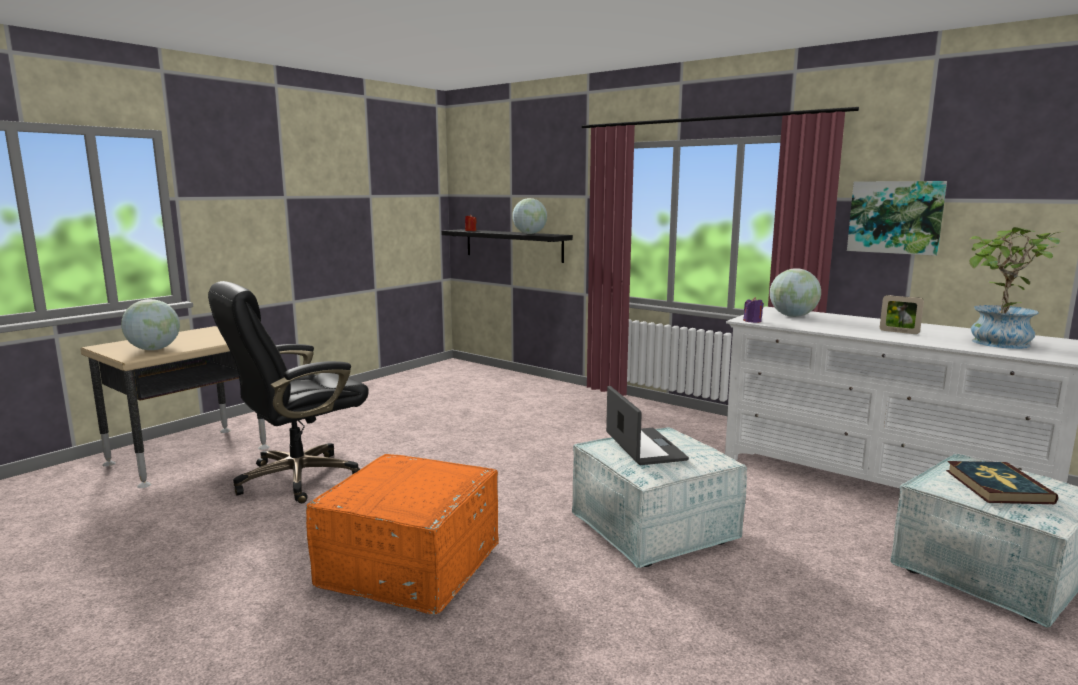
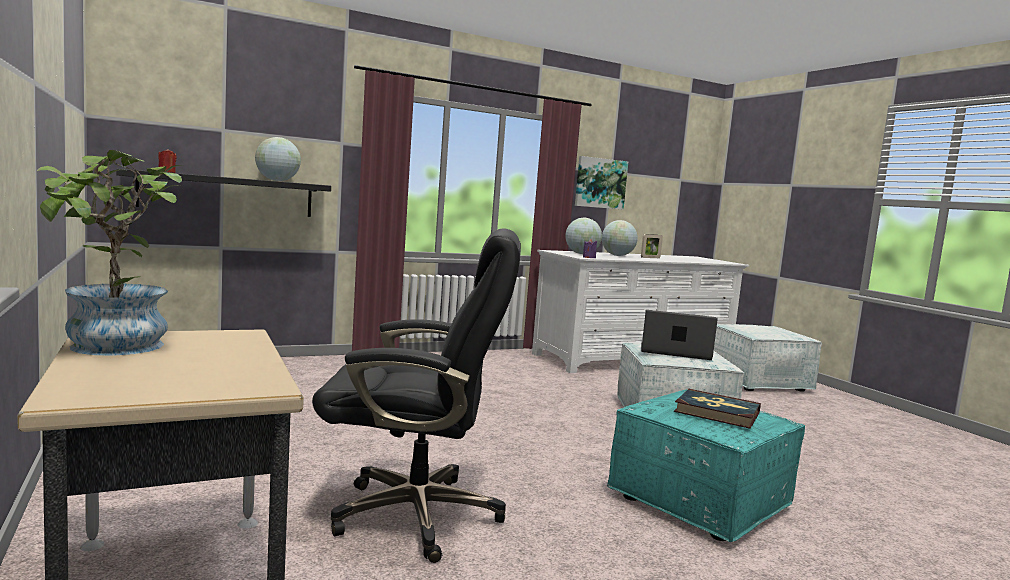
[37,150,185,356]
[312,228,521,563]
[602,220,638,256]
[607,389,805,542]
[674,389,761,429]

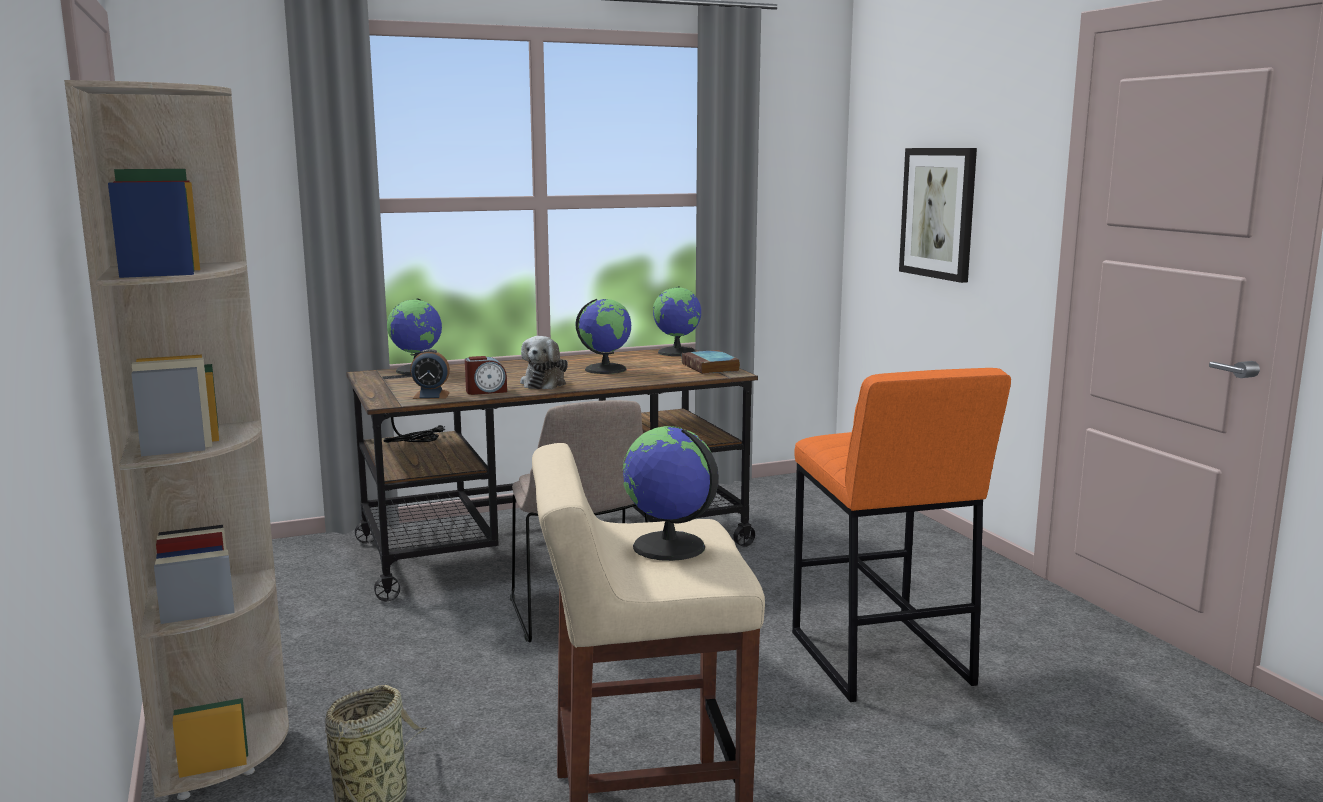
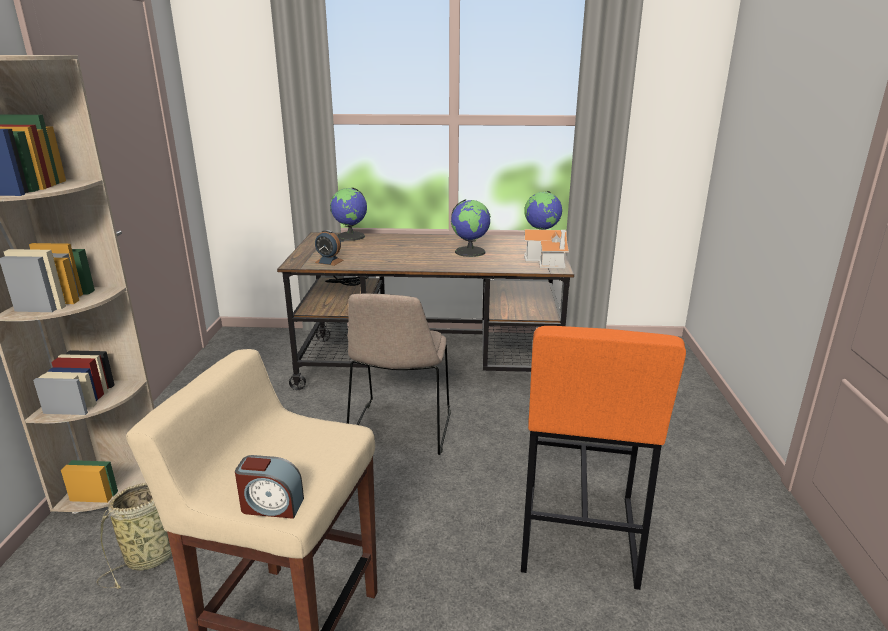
[899,148,977,283] (first image)
[520,336,568,390] (first image)
[524,229,569,268]
[235,455,304,519]
[622,426,719,561] (first image)

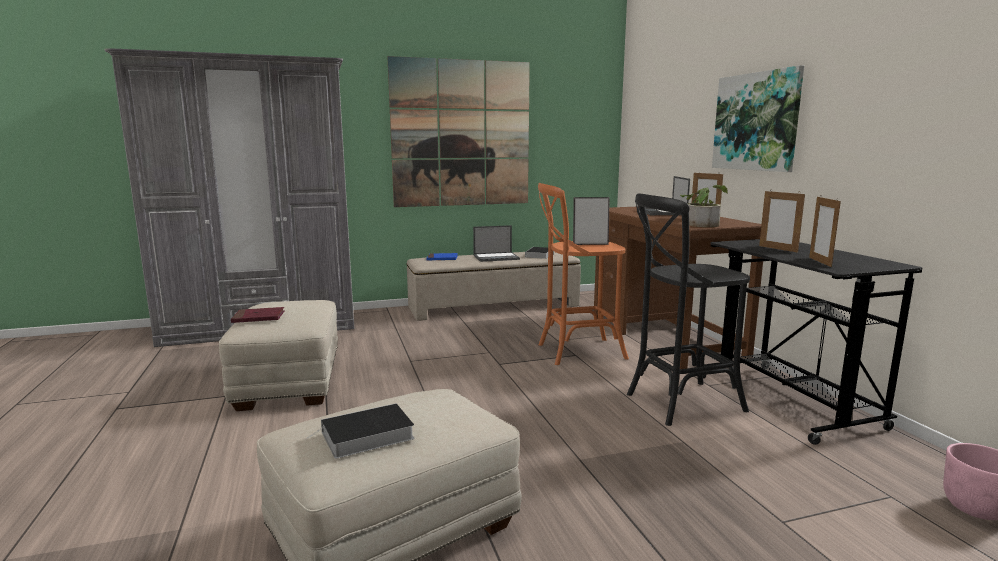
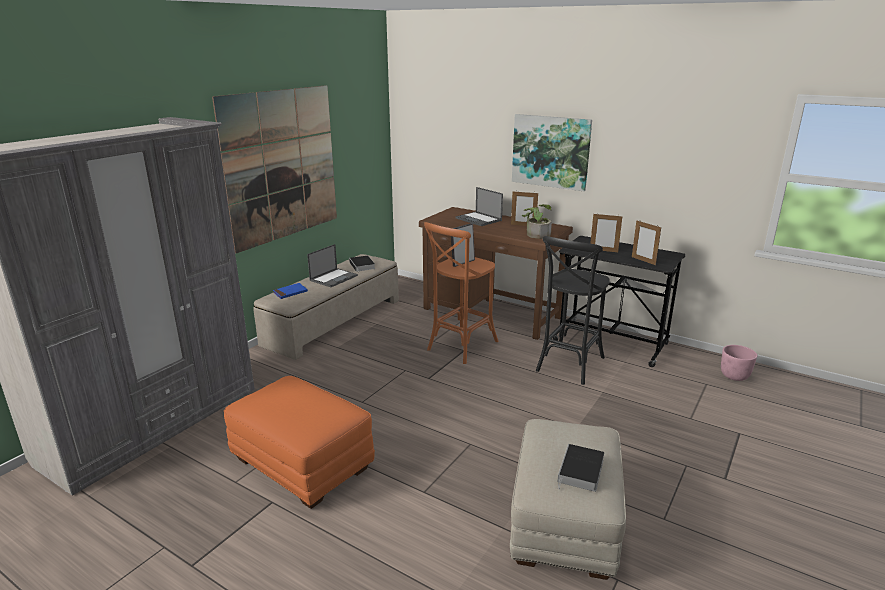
[224,376,375,509]
[231,307,285,323] (first image)

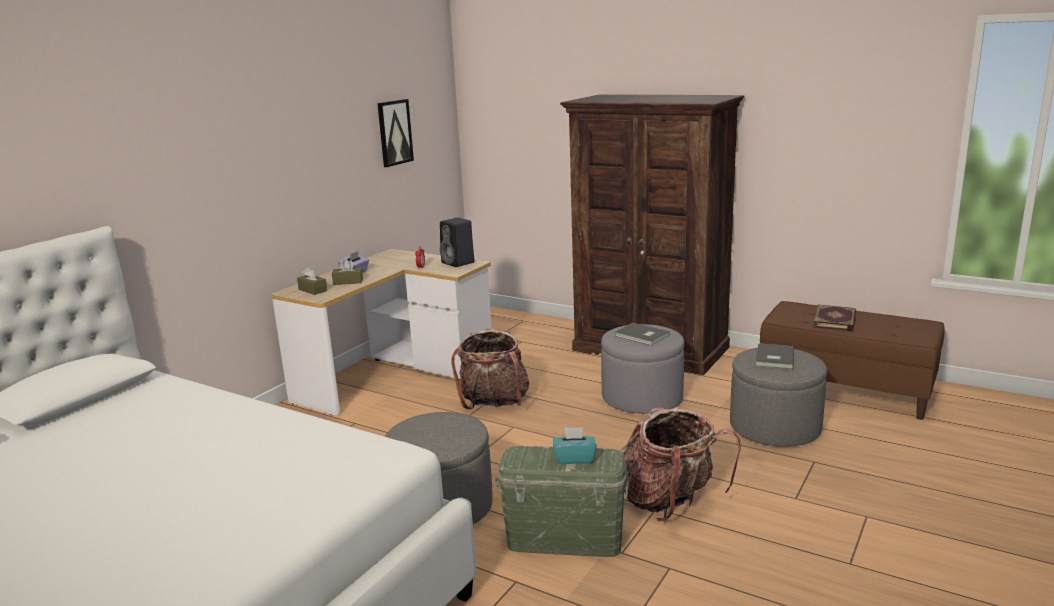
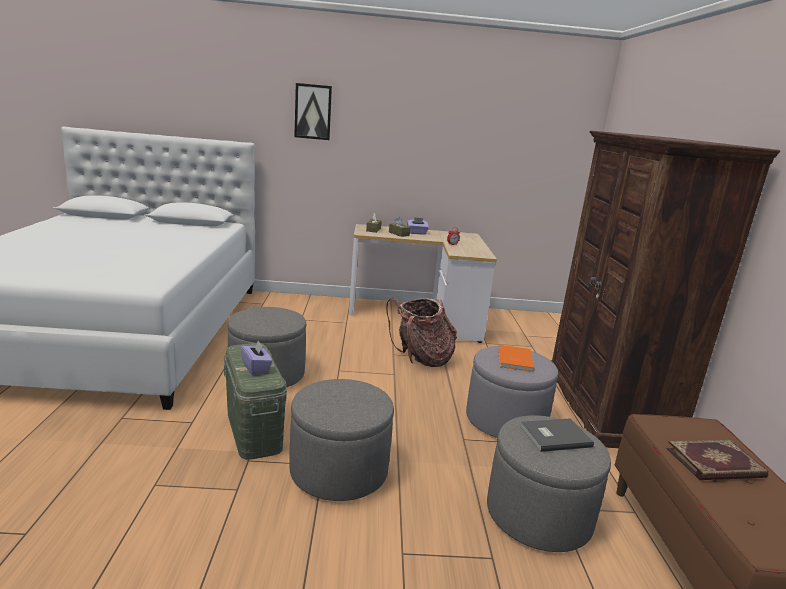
[294,83,332,140]
[440,218,475,267] (first image)
[498,345,535,372]
[290,379,394,501]
[240,341,273,375]

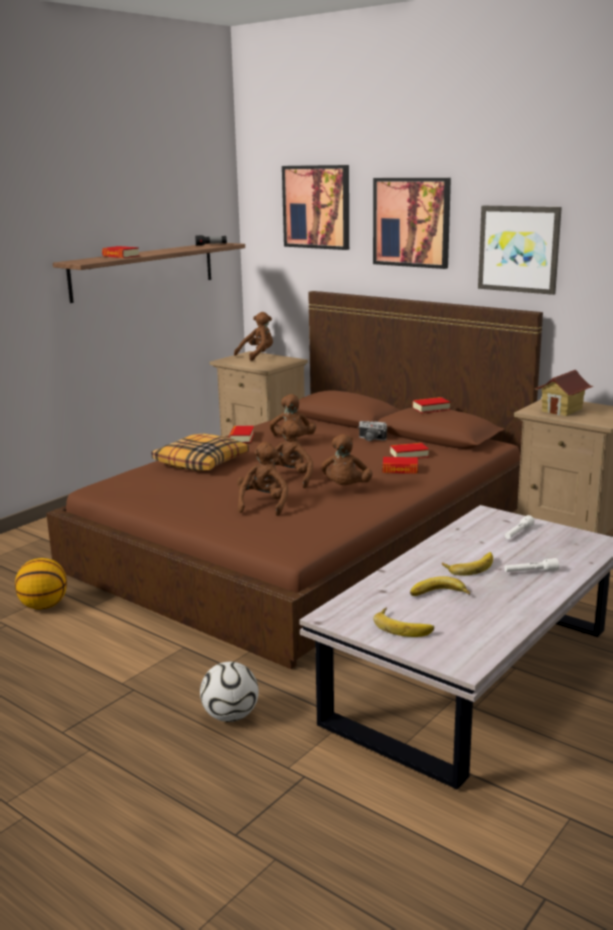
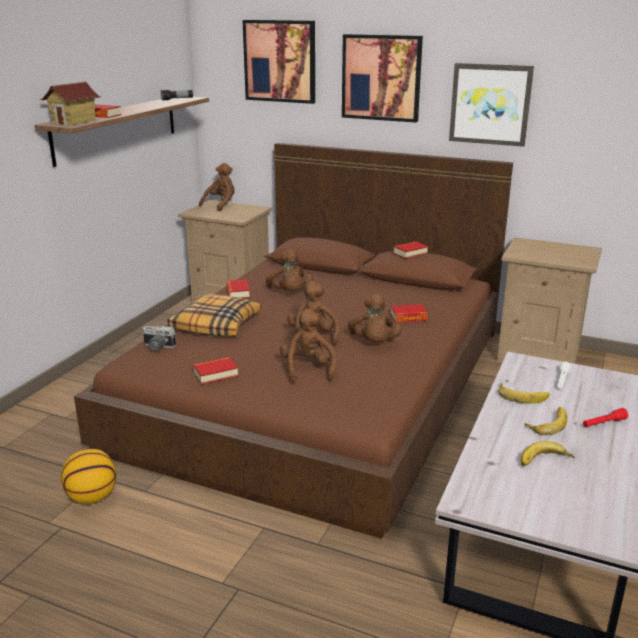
[40,82,102,125]
[142,326,176,351]
[193,357,238,385]
[583,408,628,427]
[498,383,550,403]
[200,661,259,722] (first image)

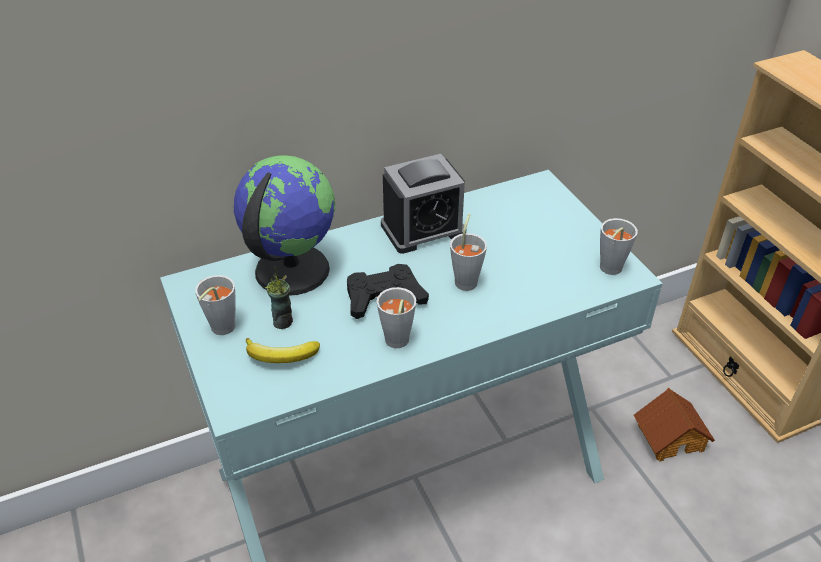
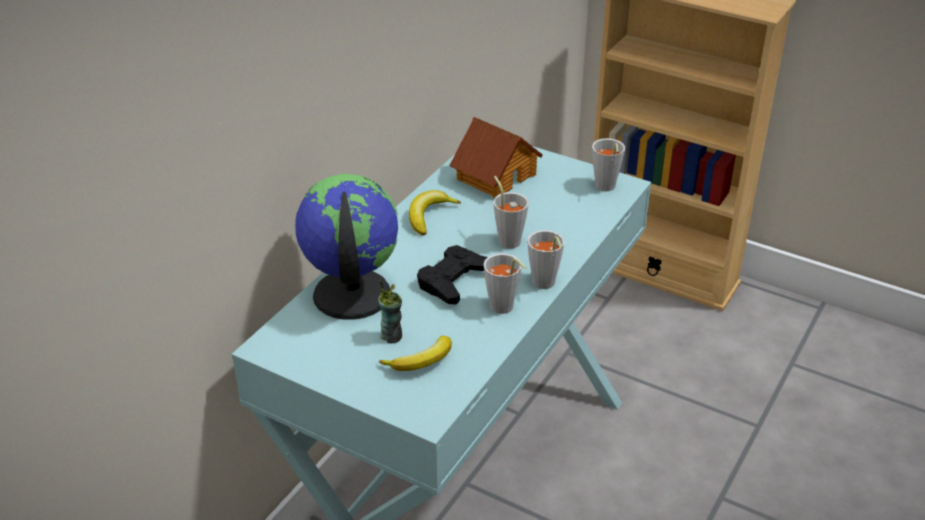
[409,190,461,235]
[527,230,565,289]
[449,117,543,198]

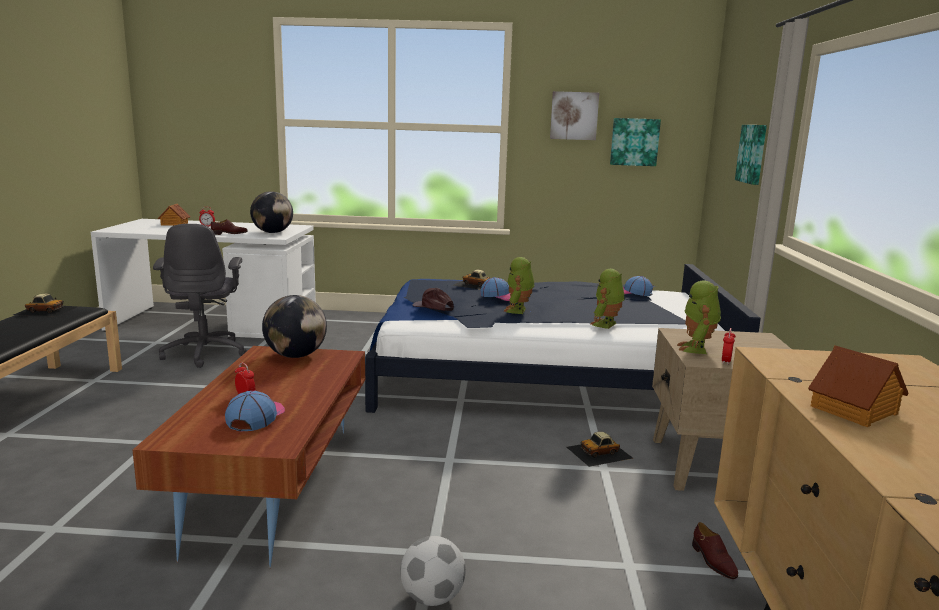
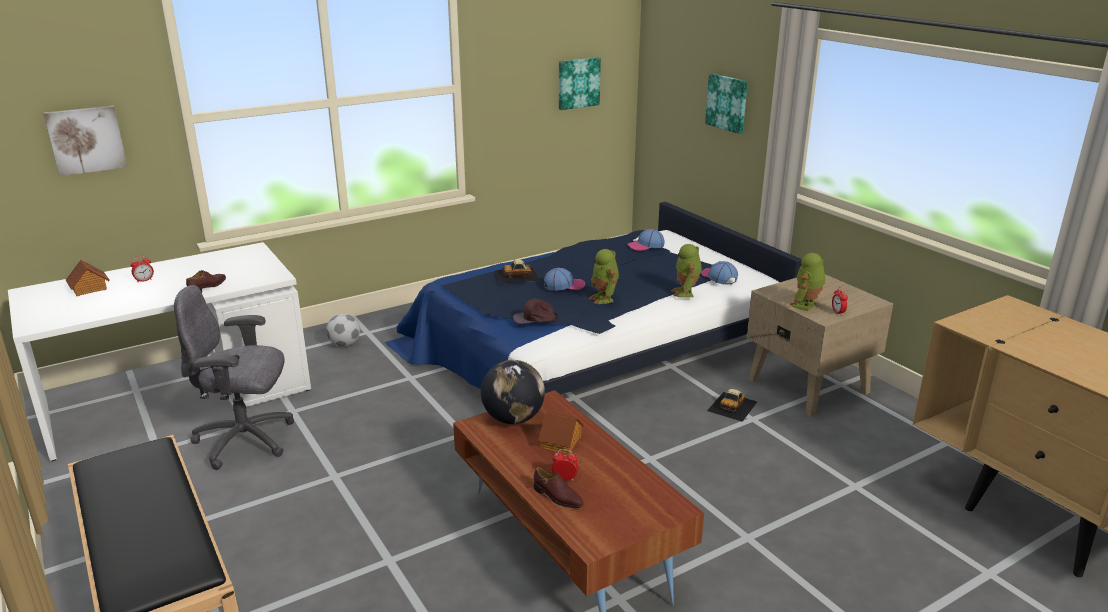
[43,106,127,176]
[250,191,293,233] (first image)
[174,285,294,470]
[790,253,825,311]
[13,294,77,317] (first image)
[538,411,584,455]
[701,261,738,285]
[534,467,584,508]
[326,314,360,347]

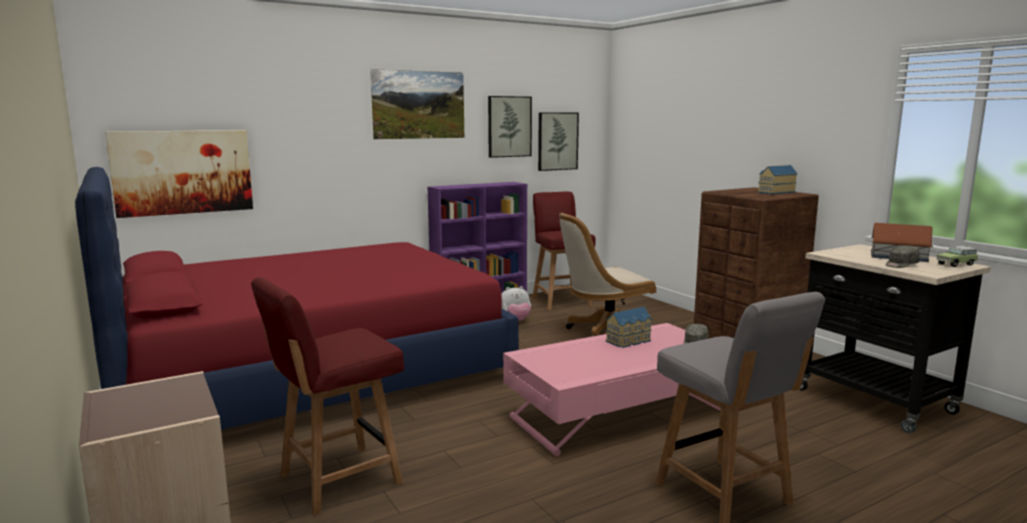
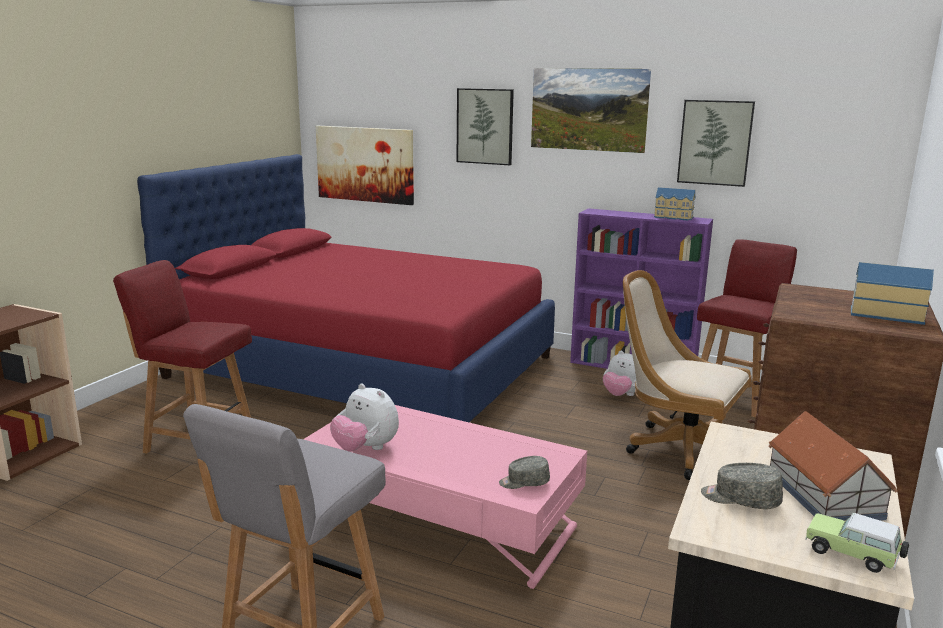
[456,88,514,165]
[654,187,695,221]
[330,384,399,452]

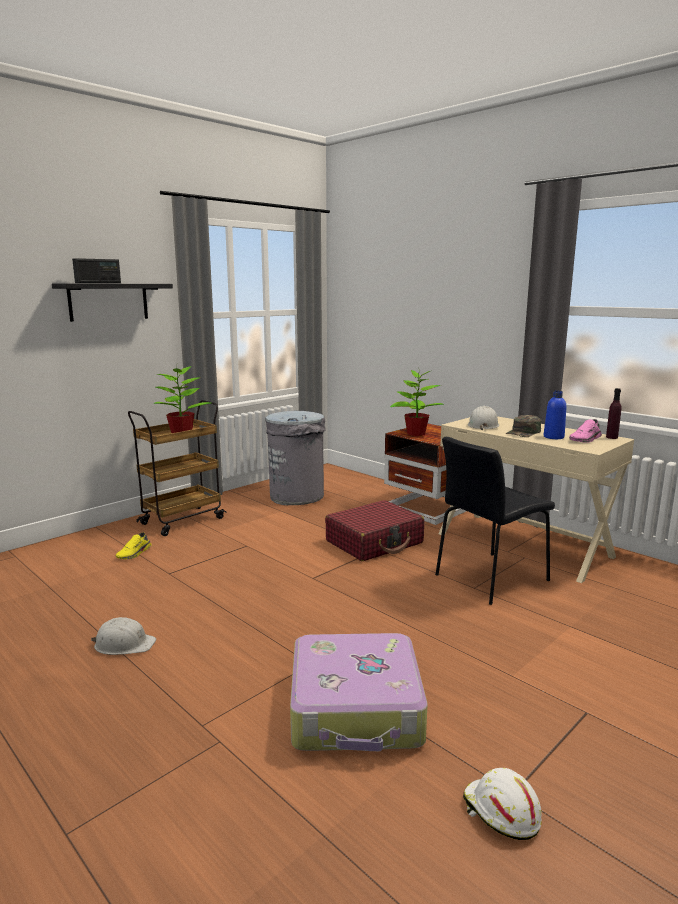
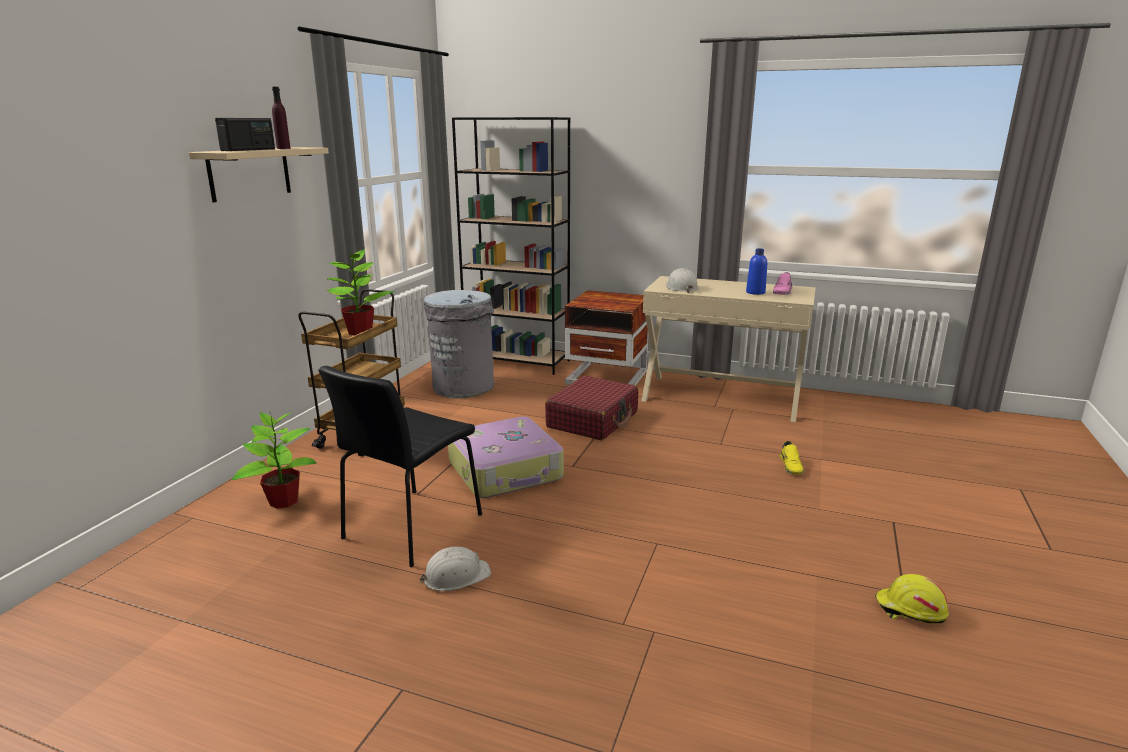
[189,147,329,202]
[232,412,317,508]
[272,87,291,149]
[506,415,541,437] (first image)
[318,366,482,567]
[780,441,804,474]
[448,416,564,498]
[875,574,949,624]
[452,117,570,375]

